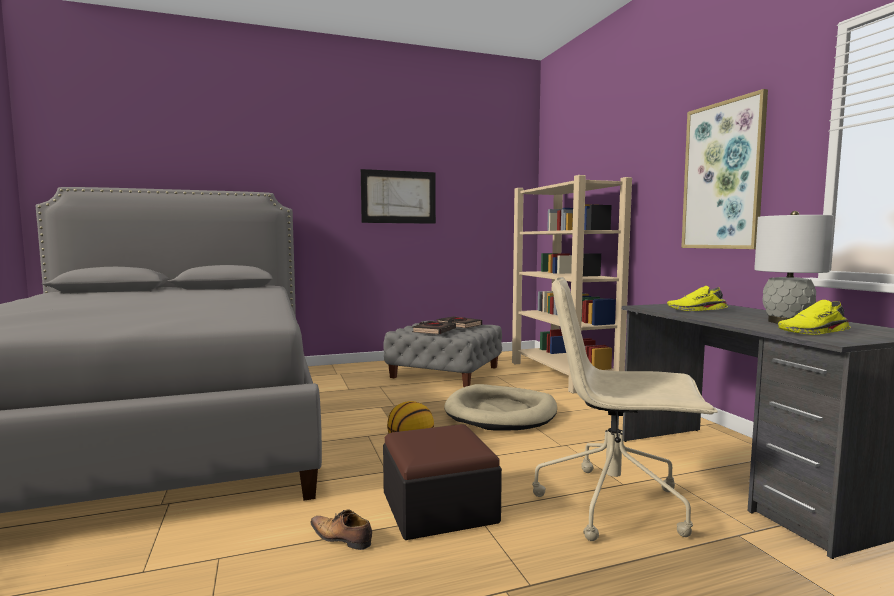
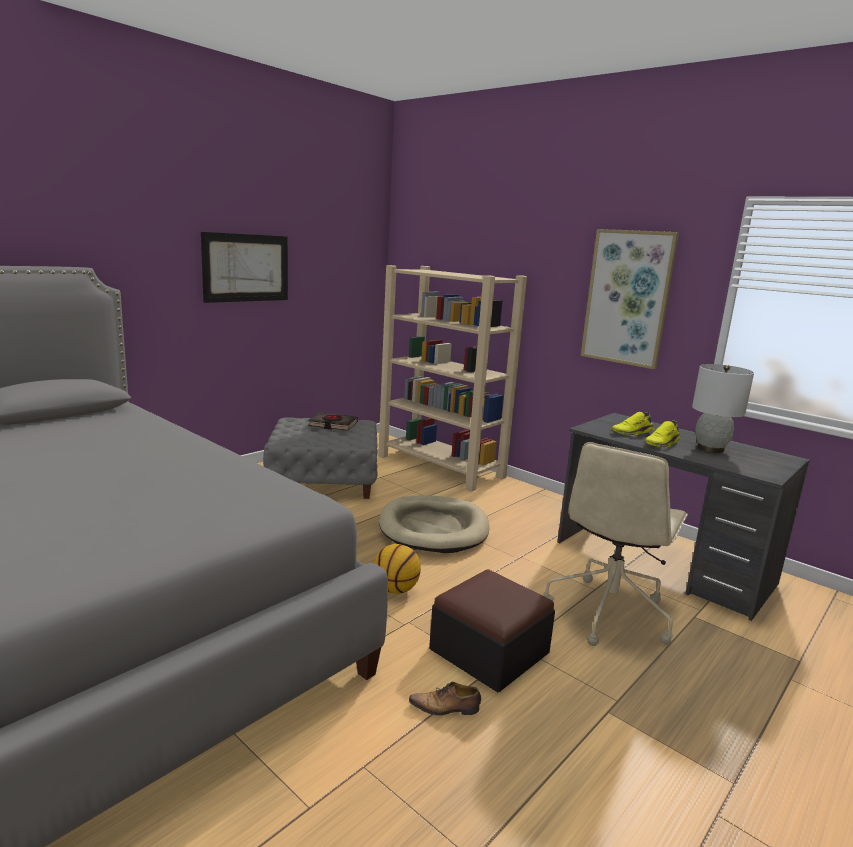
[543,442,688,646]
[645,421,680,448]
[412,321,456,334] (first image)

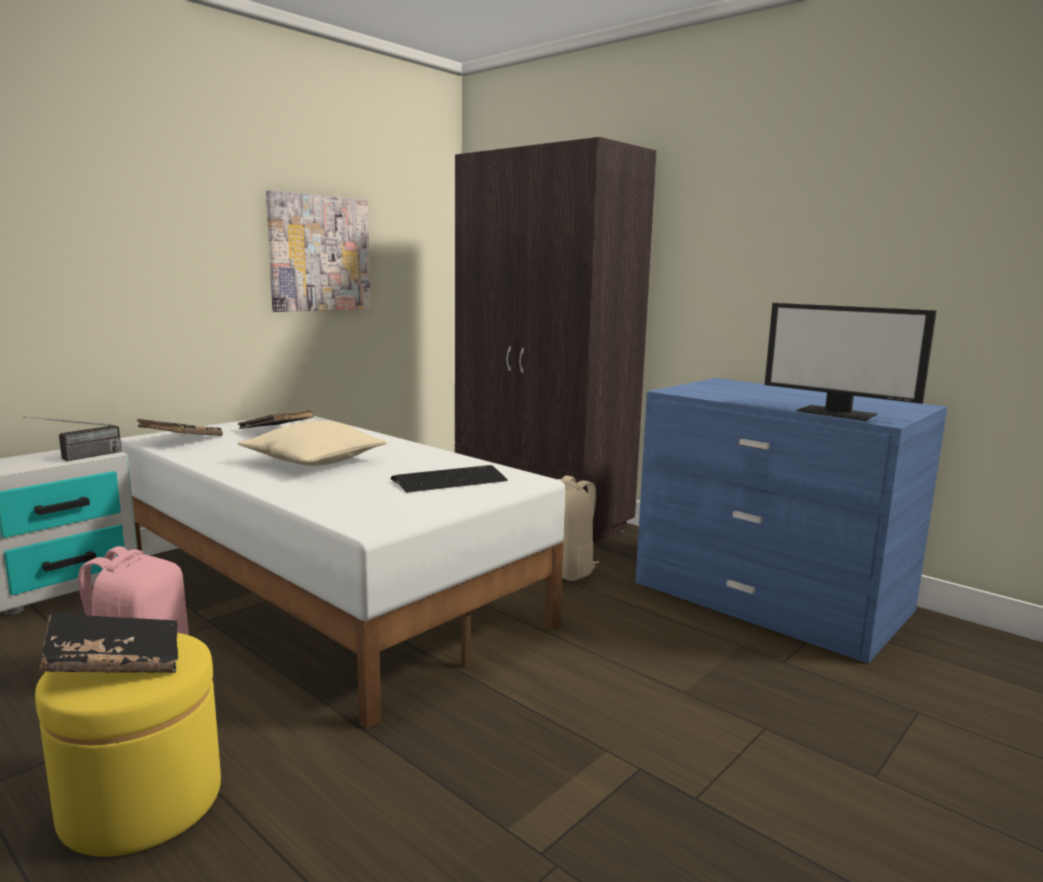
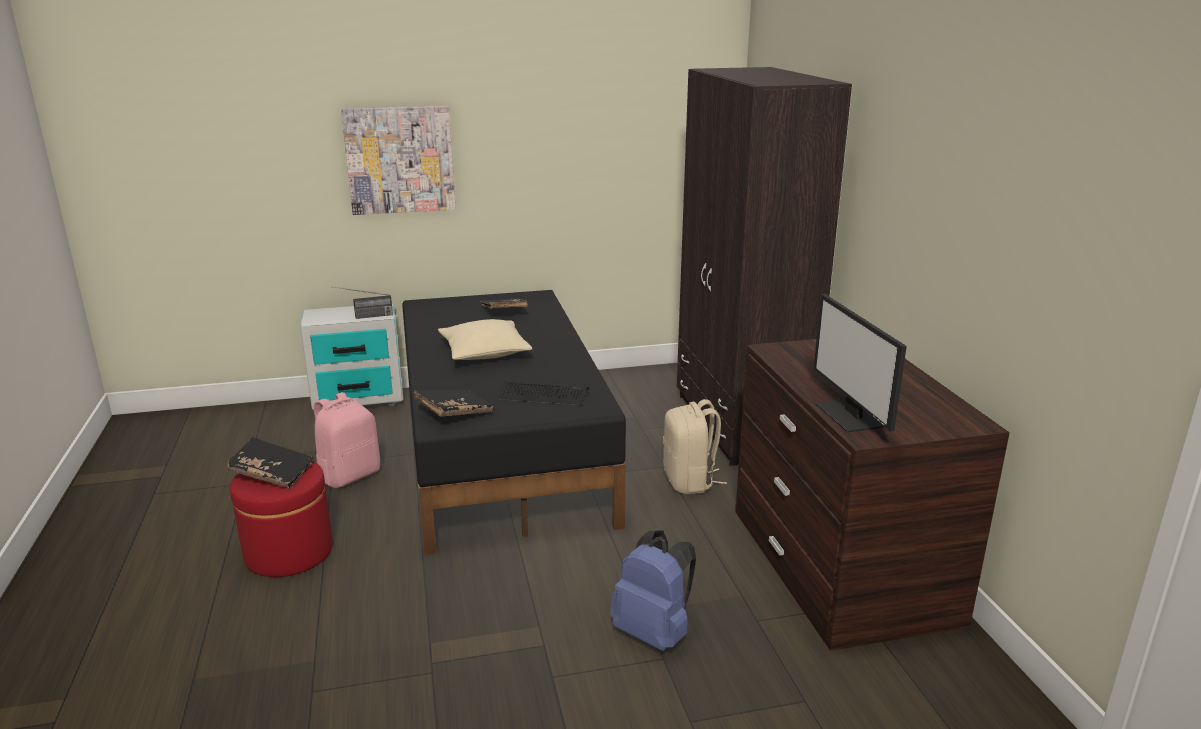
[341,106,456,215]
[735,339,1010,651]
[402,290,626,555]
[414,389,493,417]
[230,461,333,577]
[610,530,696,651]

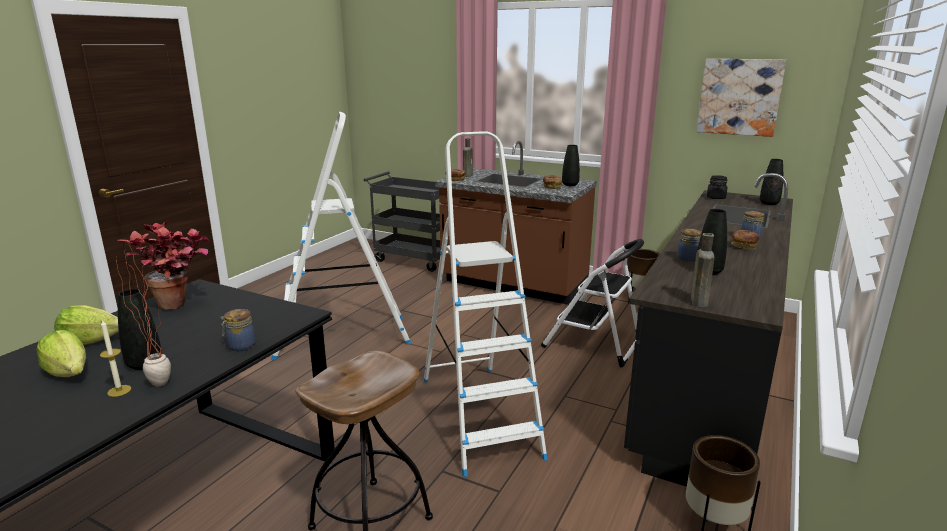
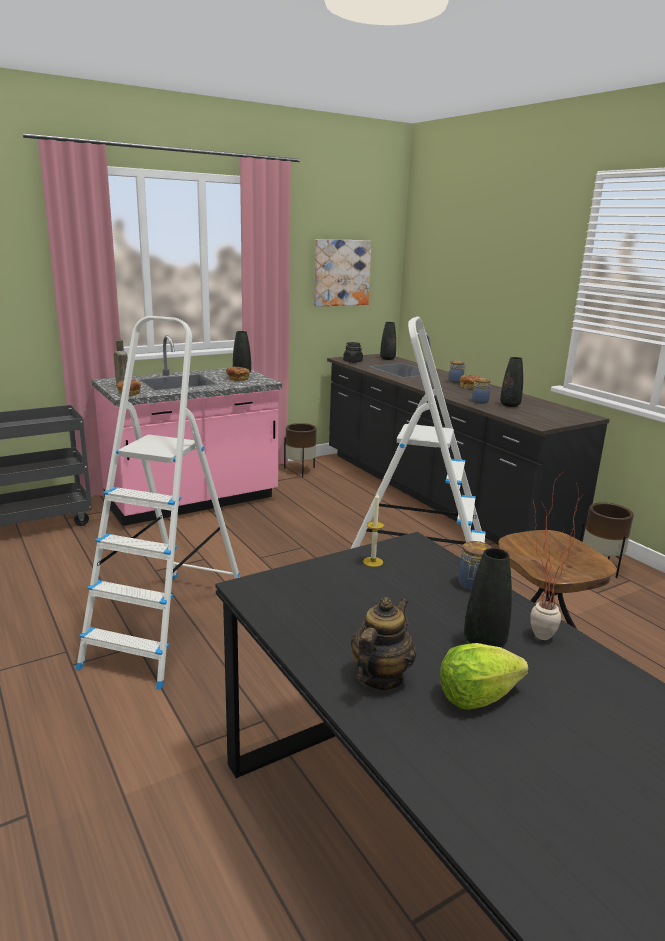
[92,335,282,526]
[117,220,210,310] (first image)
[691,233,714,308] (first image)
[541,239,644,367] (first image)
[351,597,416,690]
[363,492,384,567]

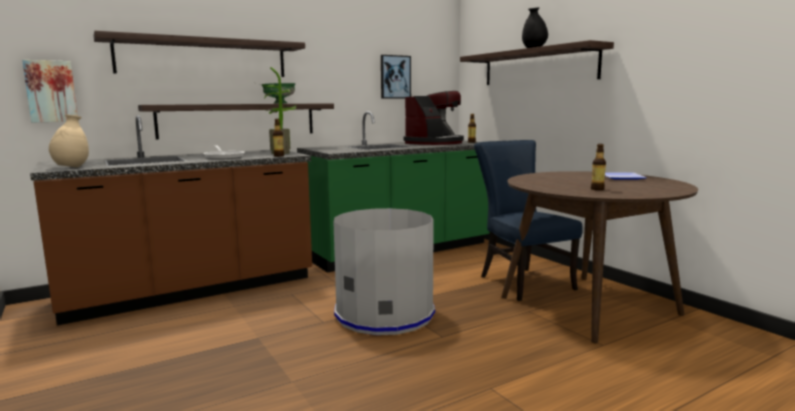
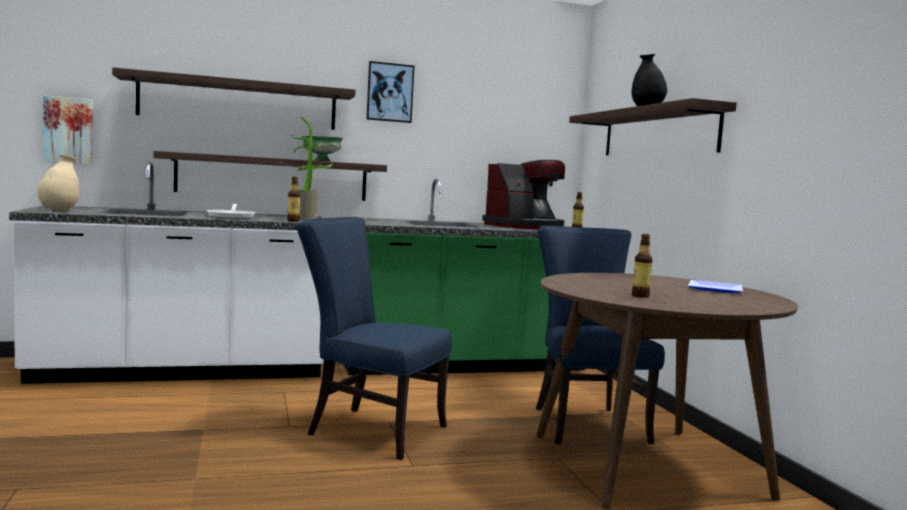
[366,61,414,123]
[9,162,324,384]
[296,217,452,460]

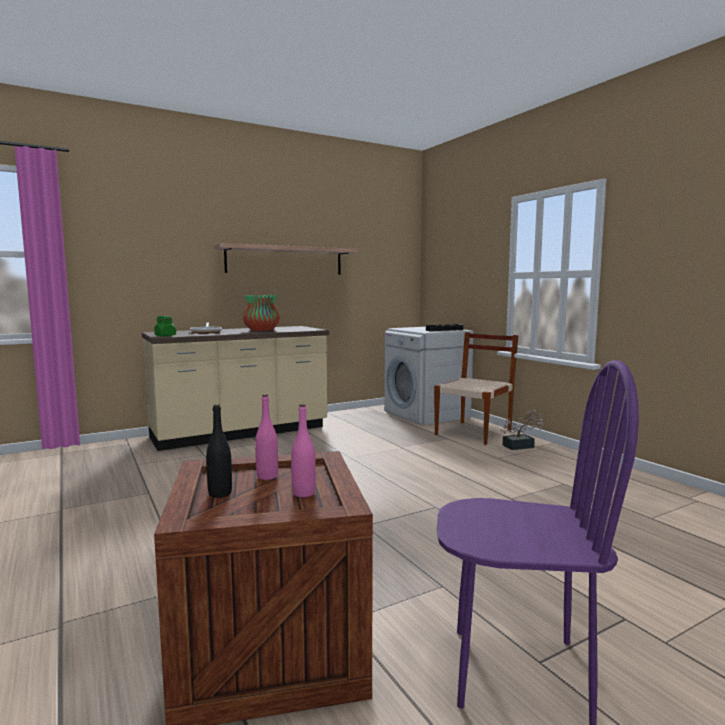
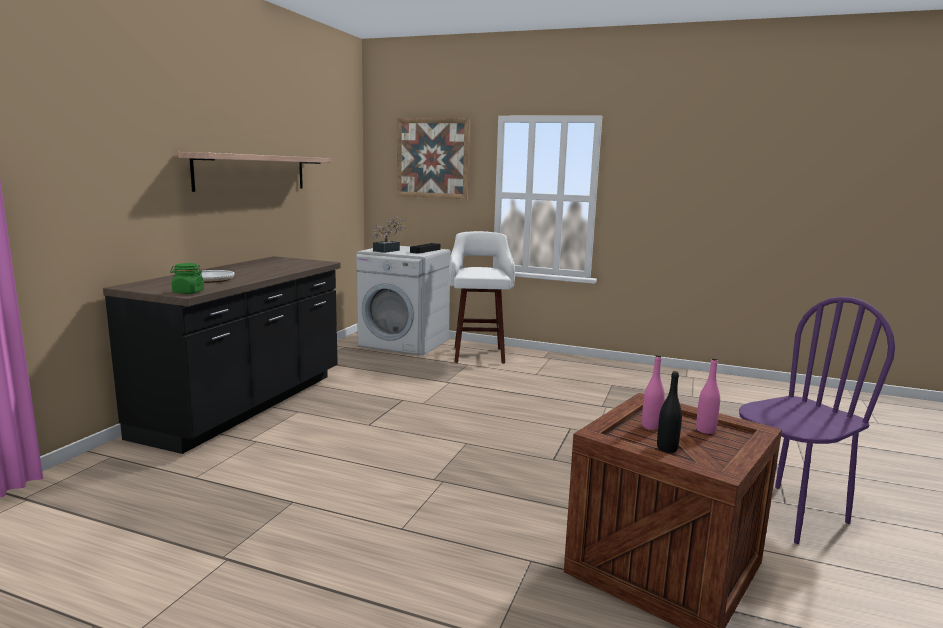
[243,295,280,331] (first image)
[103,256,341,454]
[449,231,515,364]
[372,217,406,253]
[397,118,470,199]

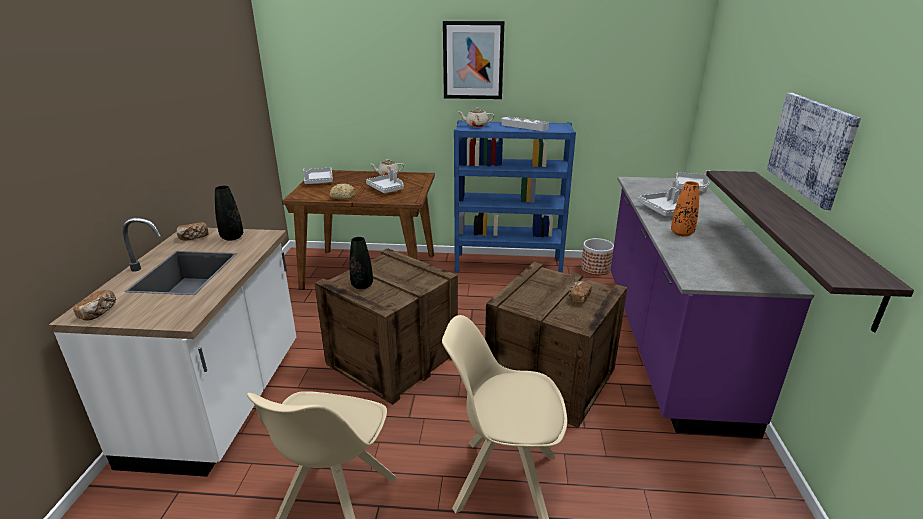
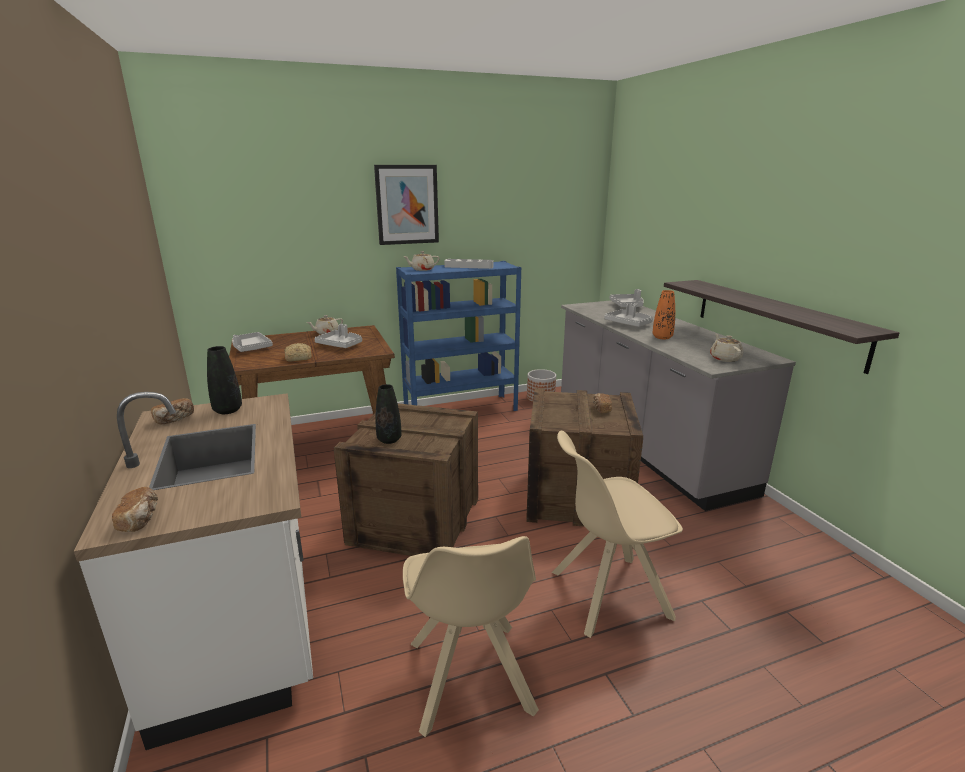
[767,93,861,210] (first image)
[561,300,796,511]
[710,334,743,362]

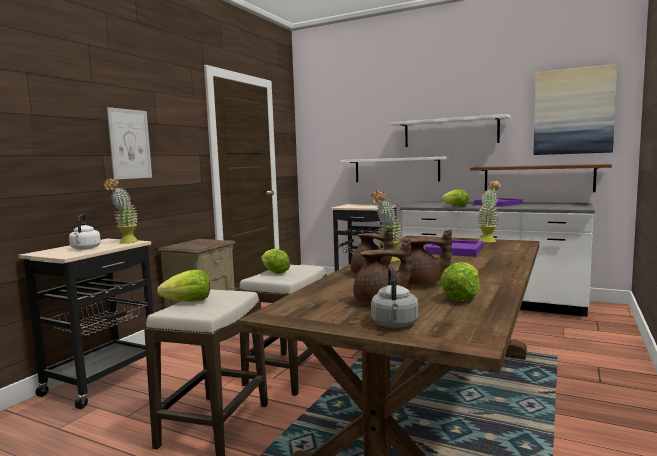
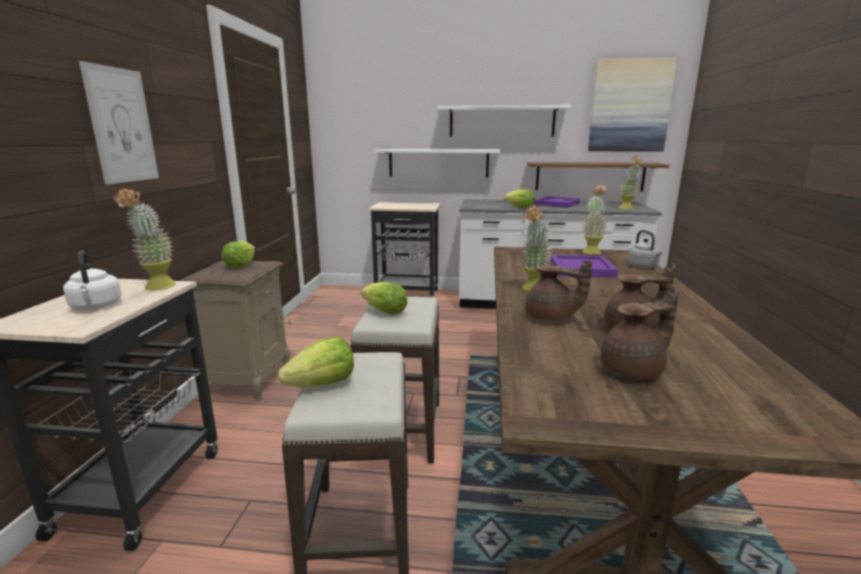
[221,241,255,268]
[628,230,662,268]
[619,156,643,209]

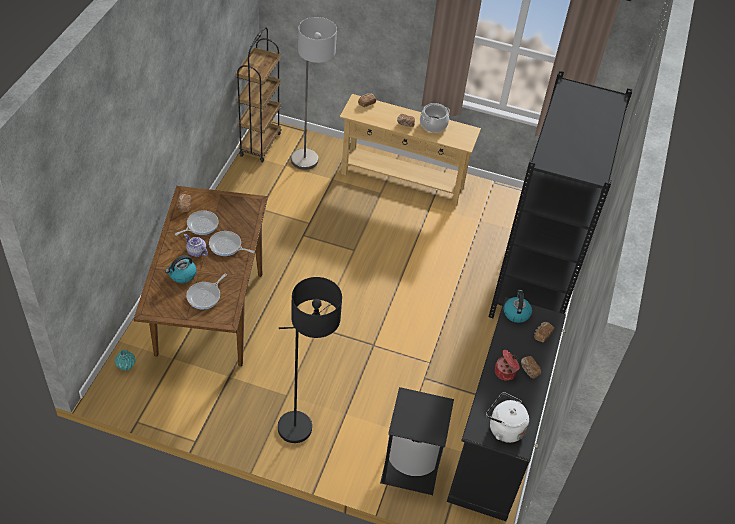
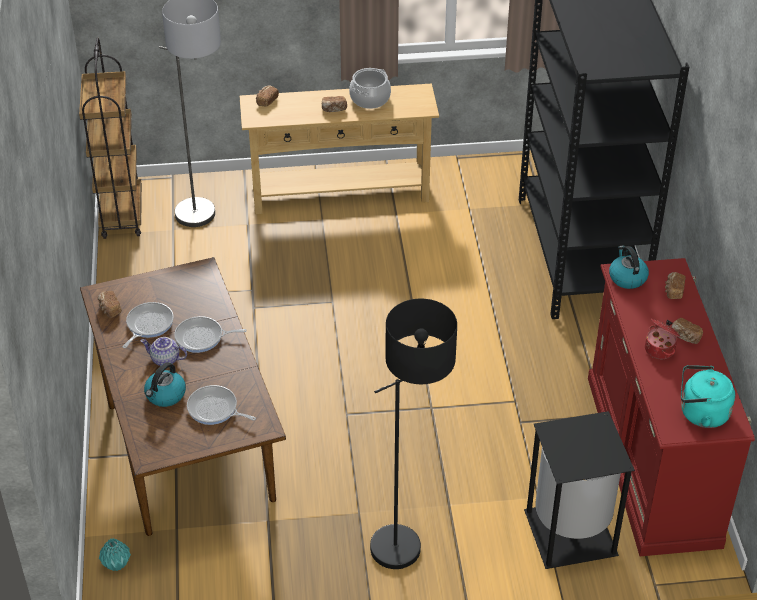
[187,385,256,425]
[588,258,755,556]
[681,365,735,428]

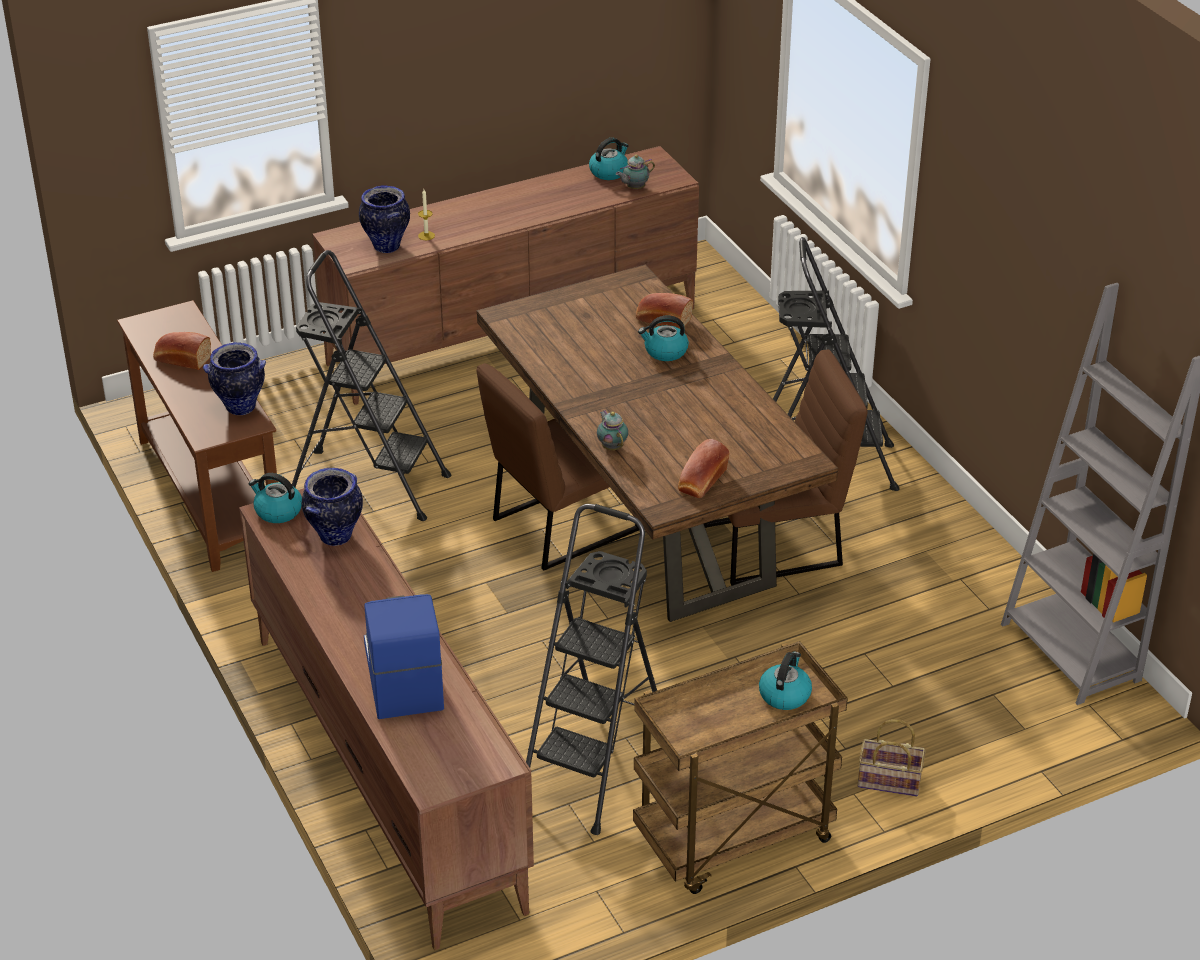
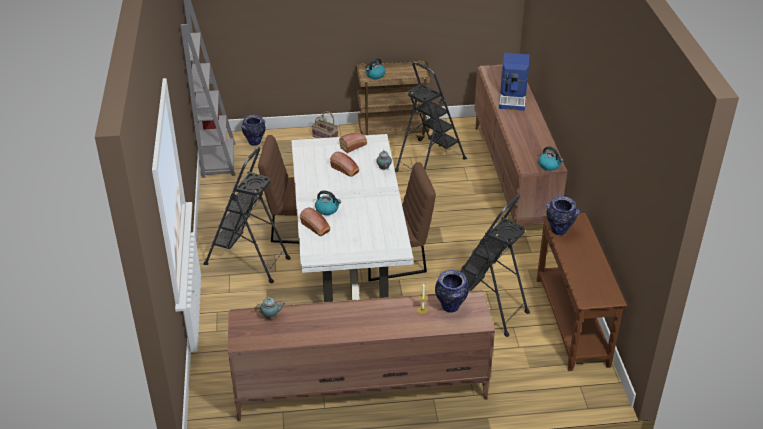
[589,138,629,180] (first image)
[291,134,413,302]
[330,152,359,177]
[241,115,266,146]

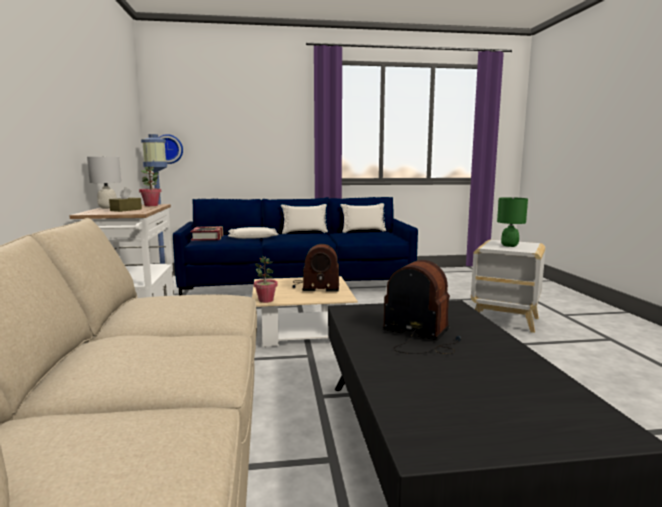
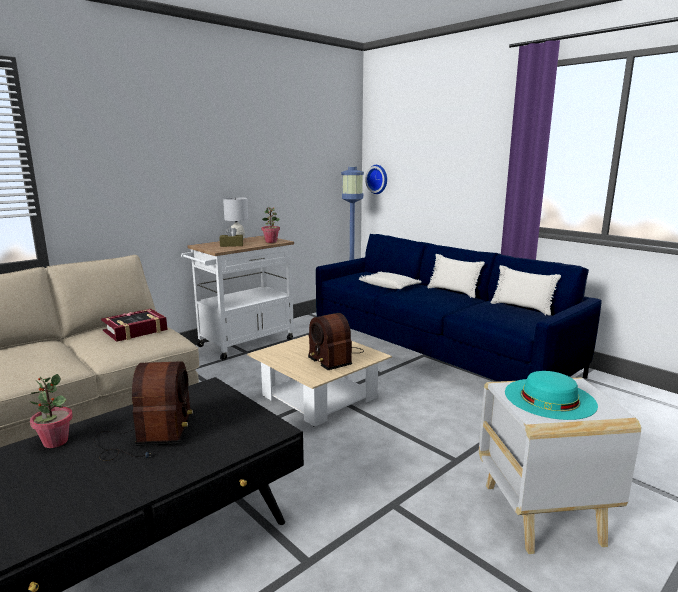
[505,371,598,420]
[101,309,168,342]
[29,374,73,448]

